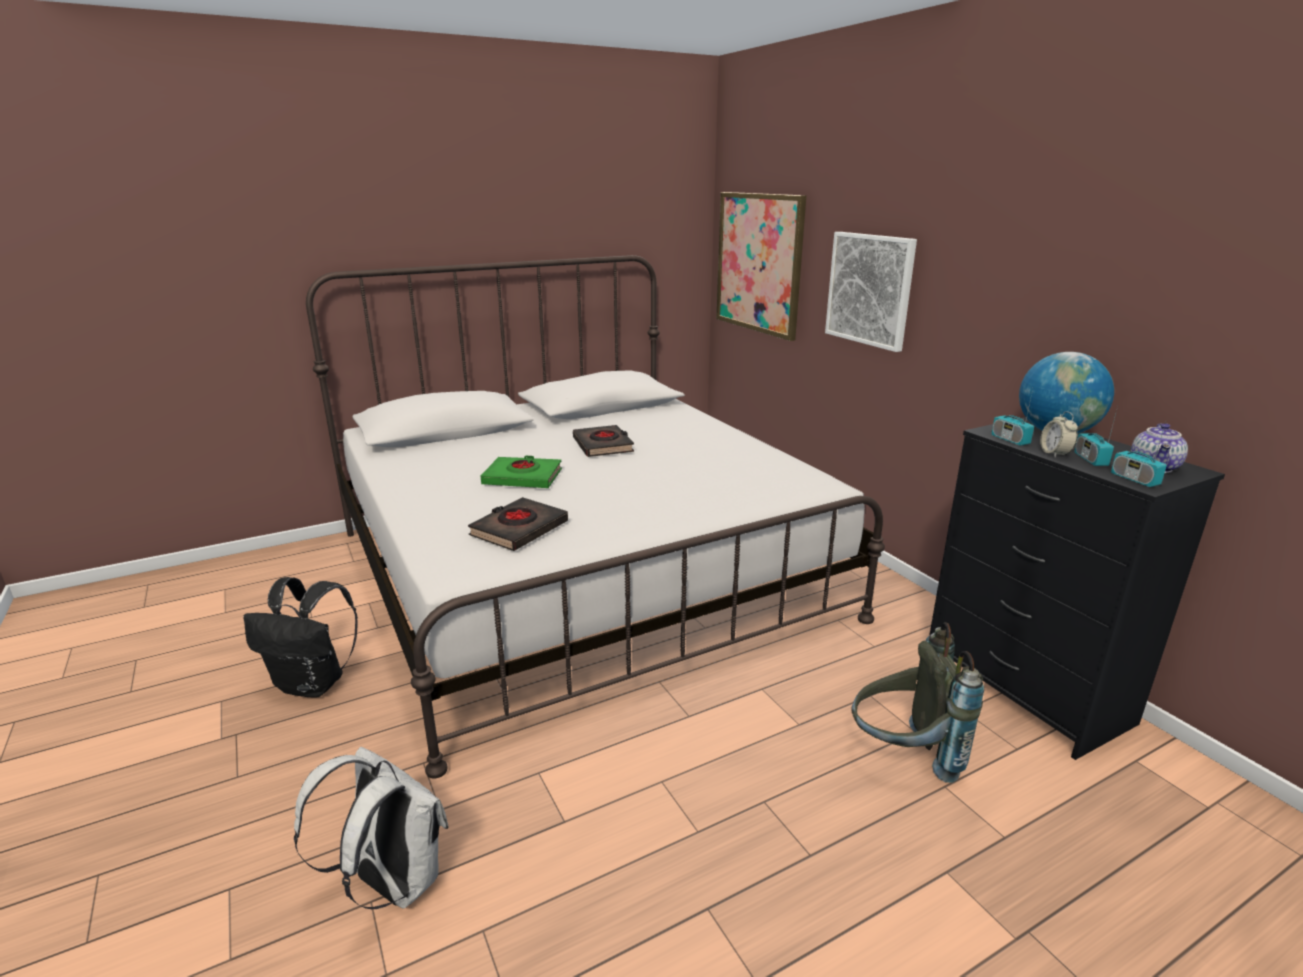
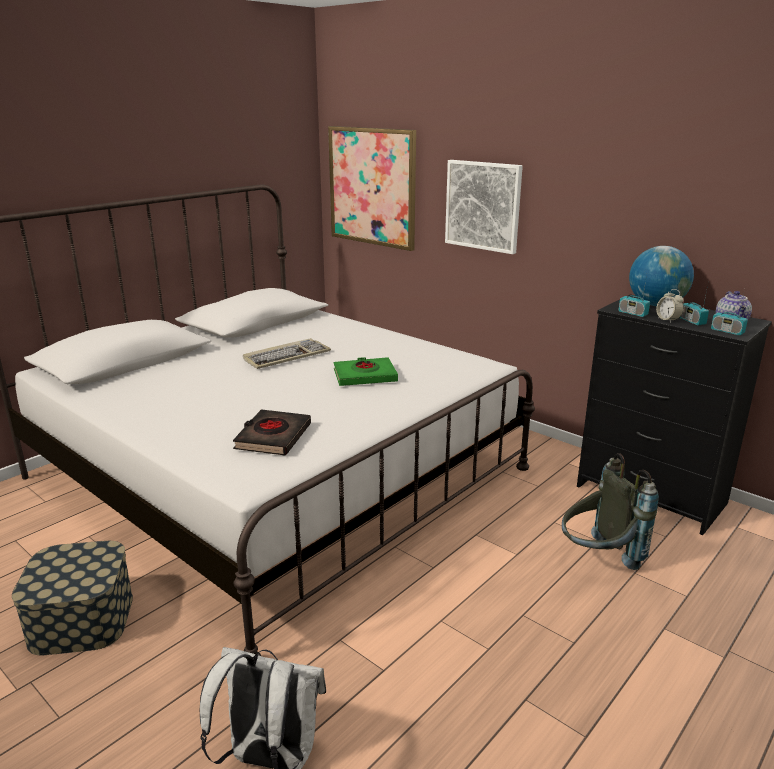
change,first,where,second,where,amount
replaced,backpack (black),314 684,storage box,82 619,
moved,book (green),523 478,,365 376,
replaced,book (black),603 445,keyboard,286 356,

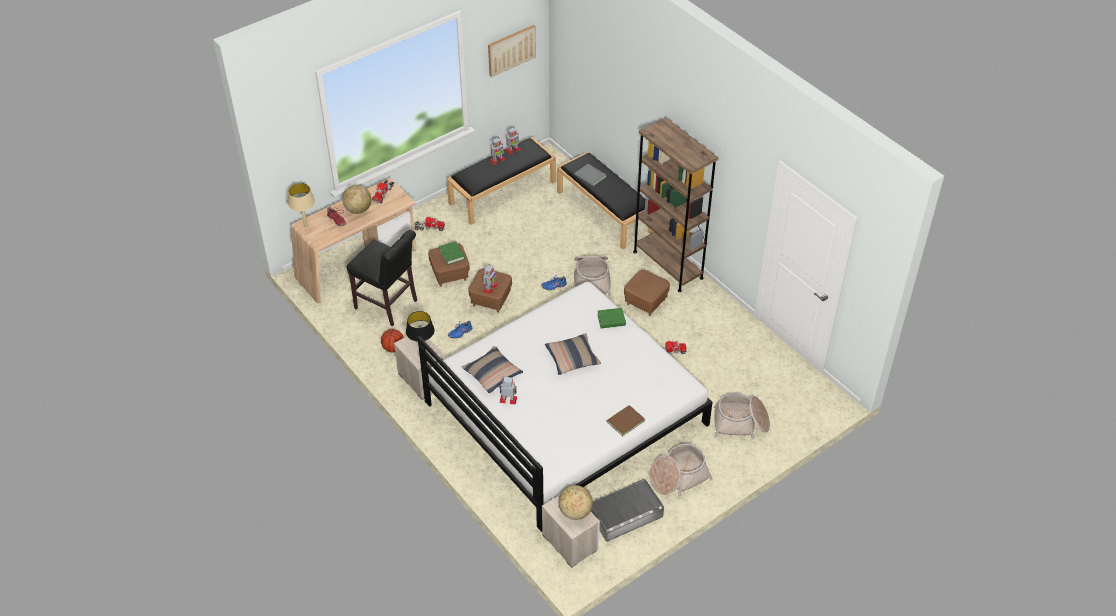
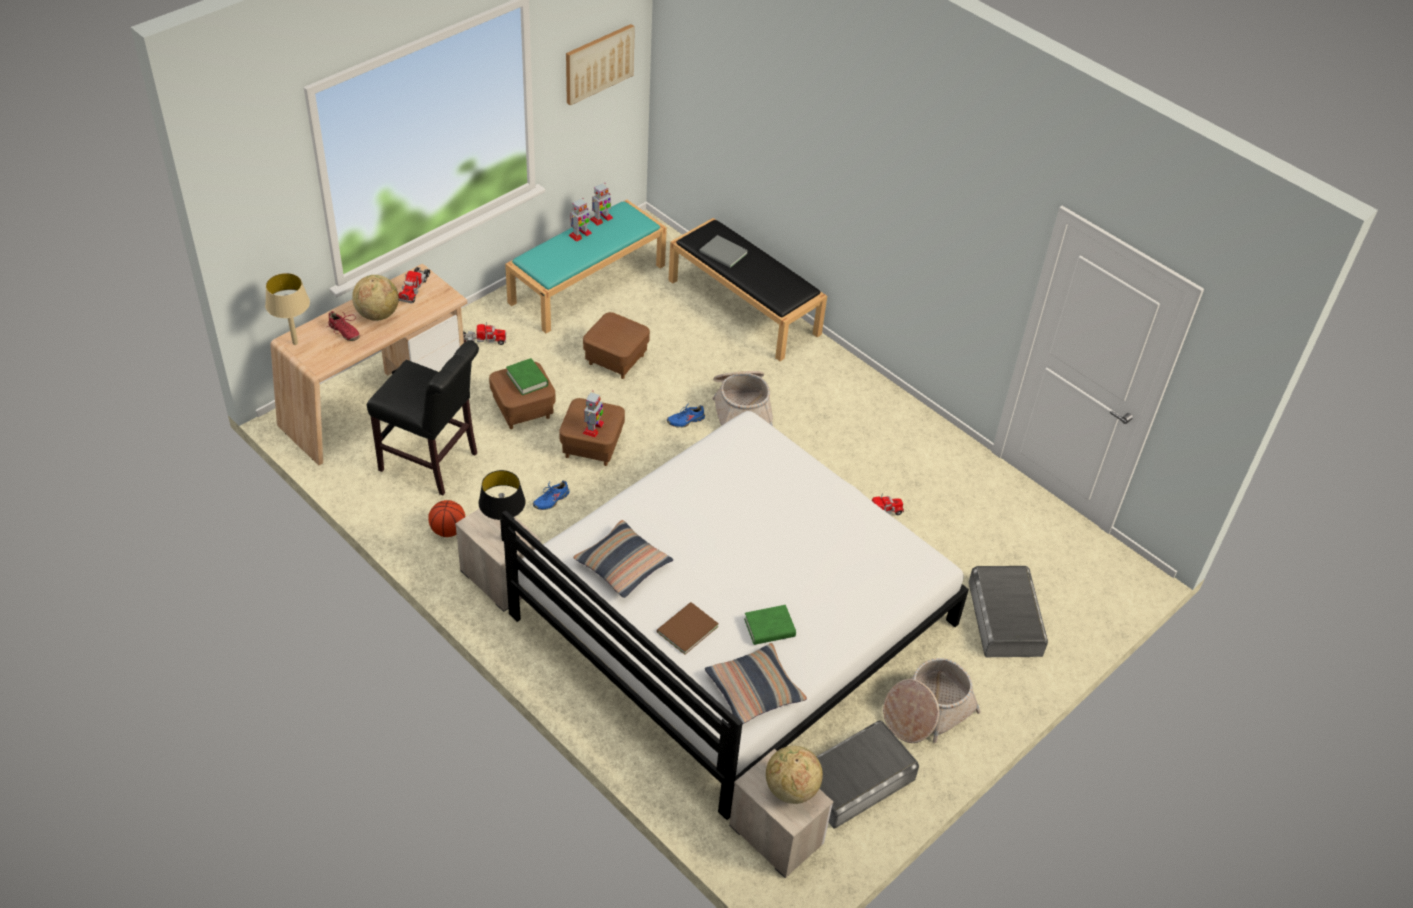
change,first,where,second,where,amount
recoloured,bench (black),503 192,bench (turquoise),587 283,
removed,toy robot,508 399,,,
moved,pillow,572 358,,754 690,
moved,book (green),611 320,,769 628,
moved,book (brown),624 421,,685 629,
moved,ottoman (brown),645 302,,616 359,
removed,bookcase (brown),668 265,,,
replaced,basket,741 423,storage box (grey),1005 618,

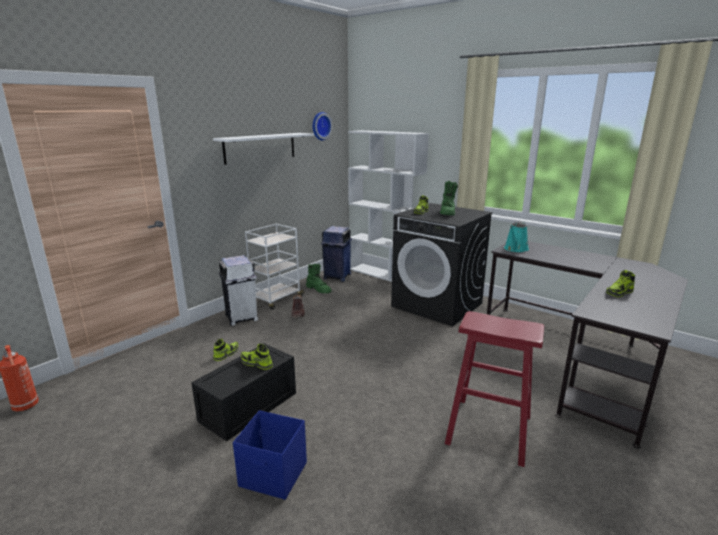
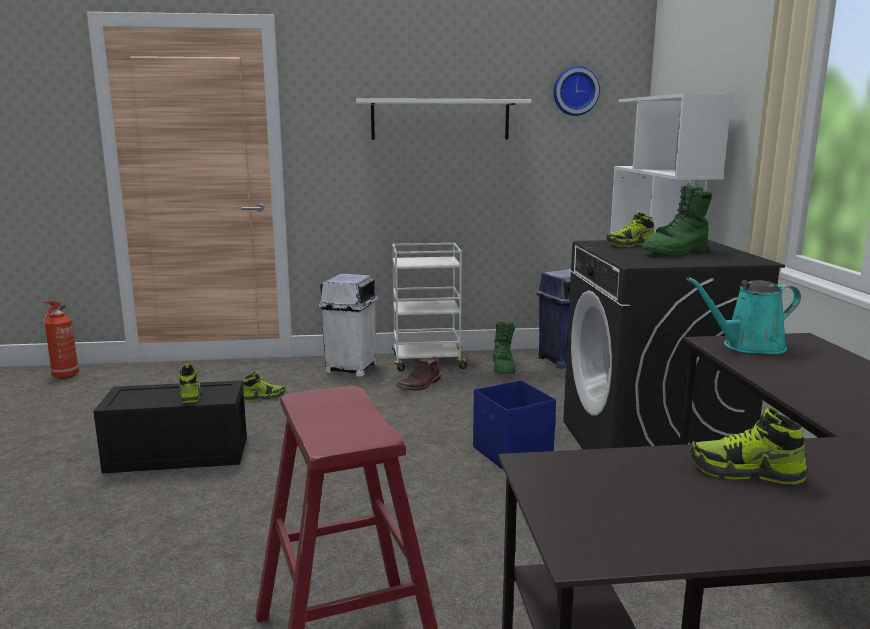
change,first,where,second,where,amount
moved,storage box (blue),274 475,,512 454,

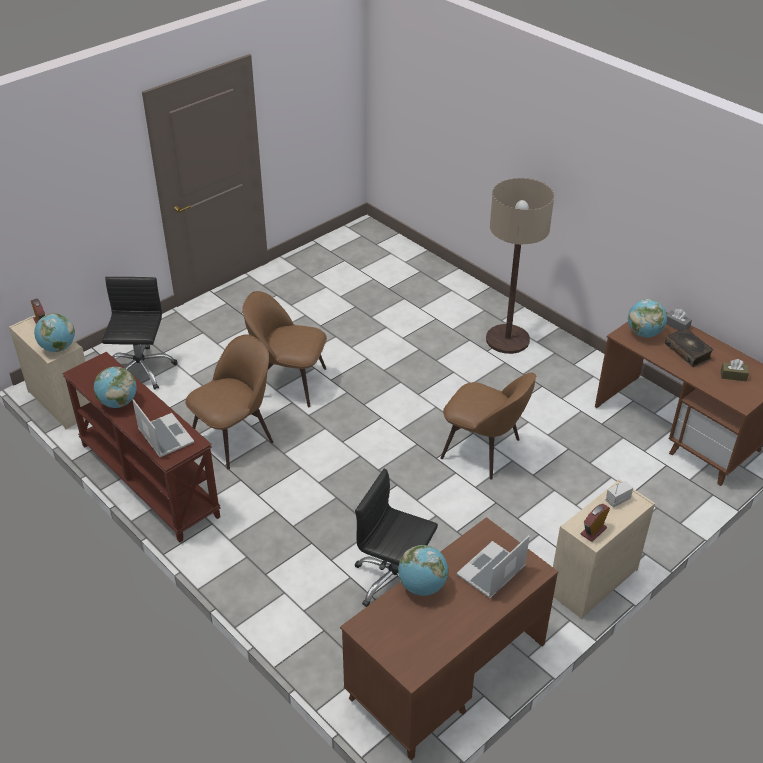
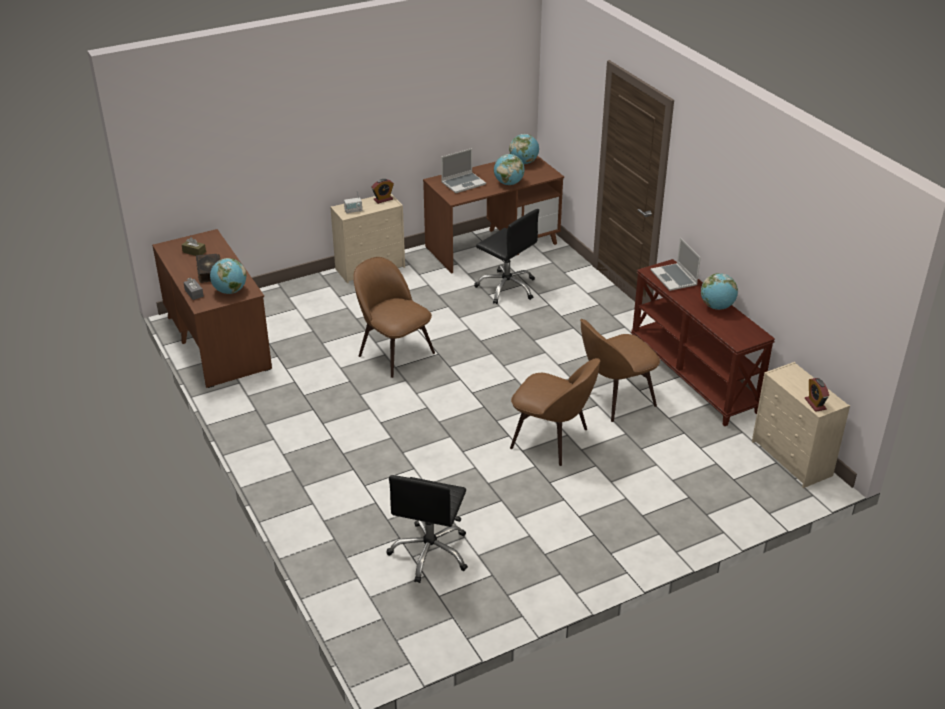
change,first,where,second,where,amount
moved,globe,58 348,,524 162,
moved,office chair (black),141 370,,430 553,
removed,floor lamp,507 339,,,

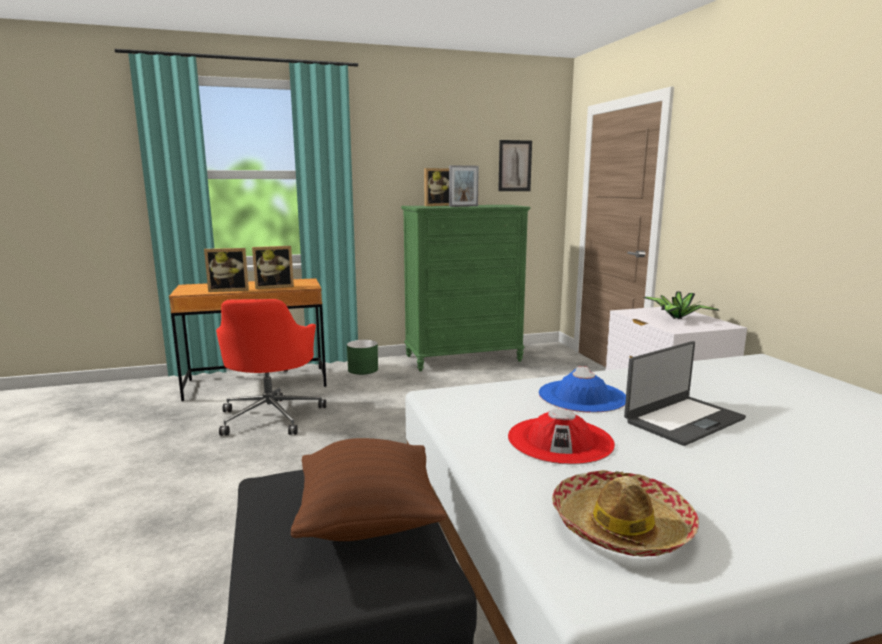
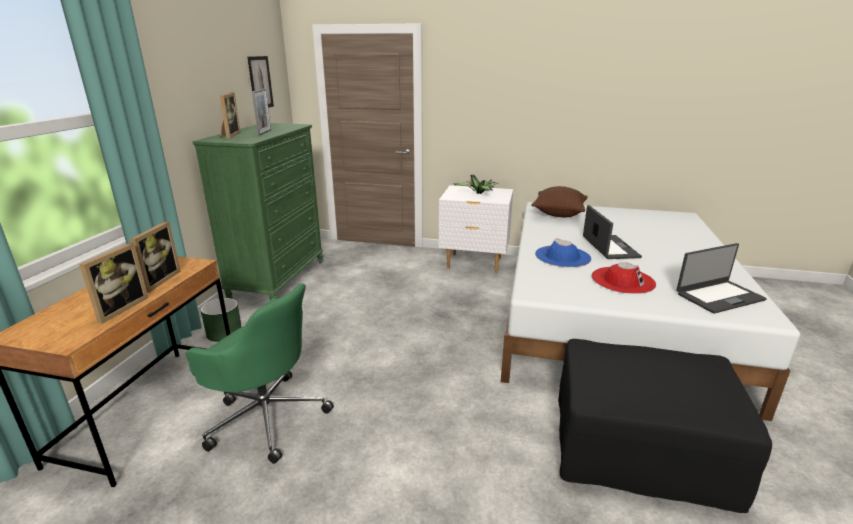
change,first,where,second,where,amount
recoloured,office chair (red),271 416,office chair (green),266 416,
moved,pillow (brown),368 520,,558 214,
replaced,hat,621 527,laptop,719 296,

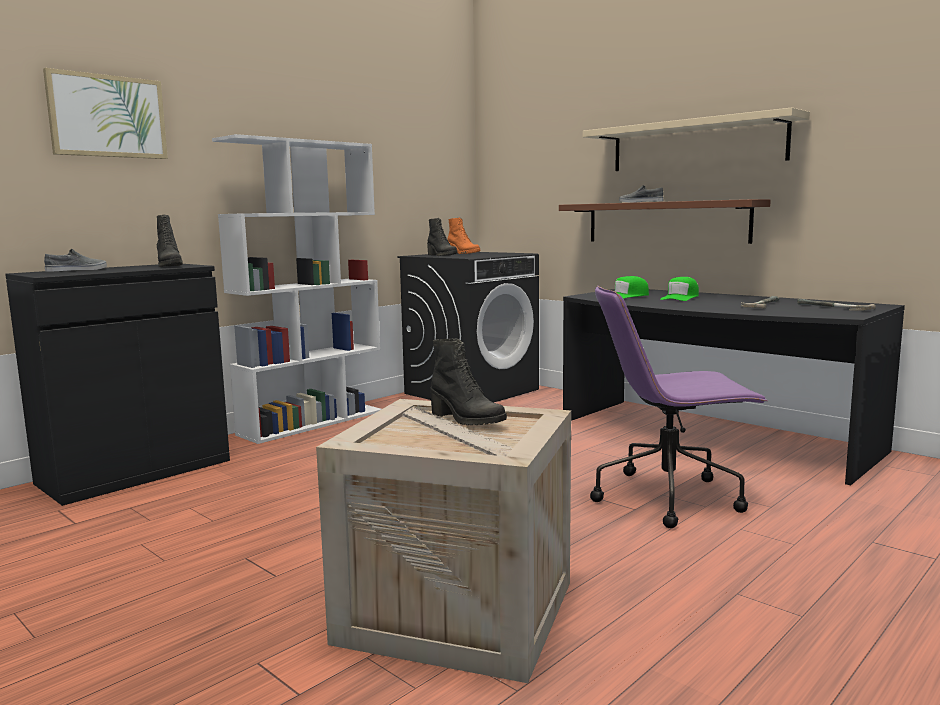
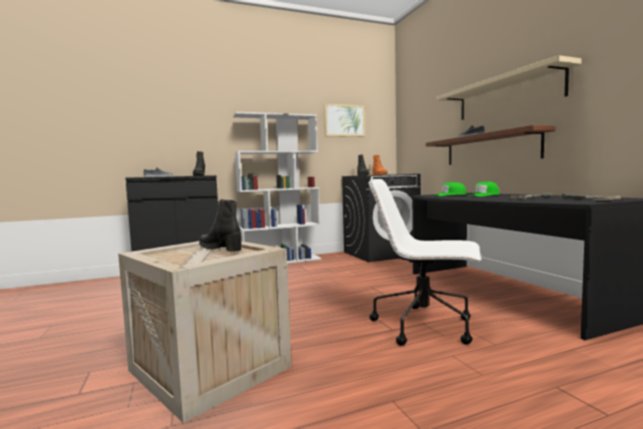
change,first,where,second,where,amount
moved,picture,107 116,,344 120,
turned,boot (black),466 419,,220 248,150 degrees clockwise
recoloured,office chair (purple),669 497,office chair (white),425 326,

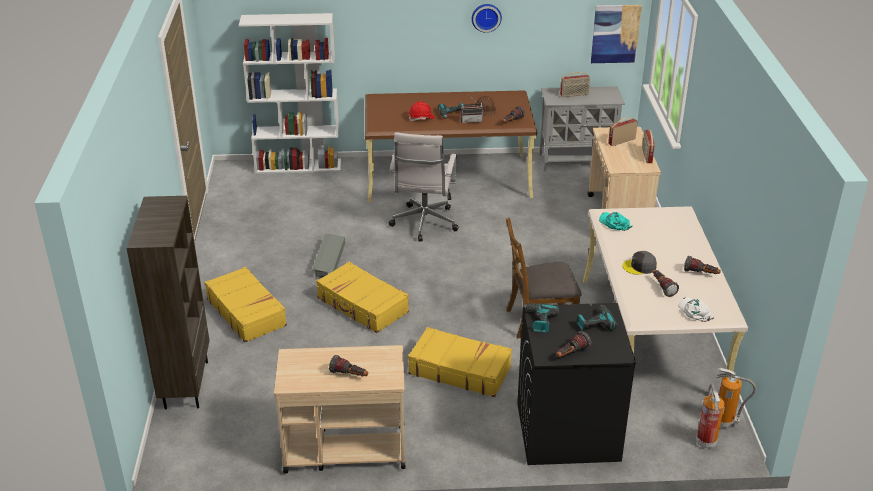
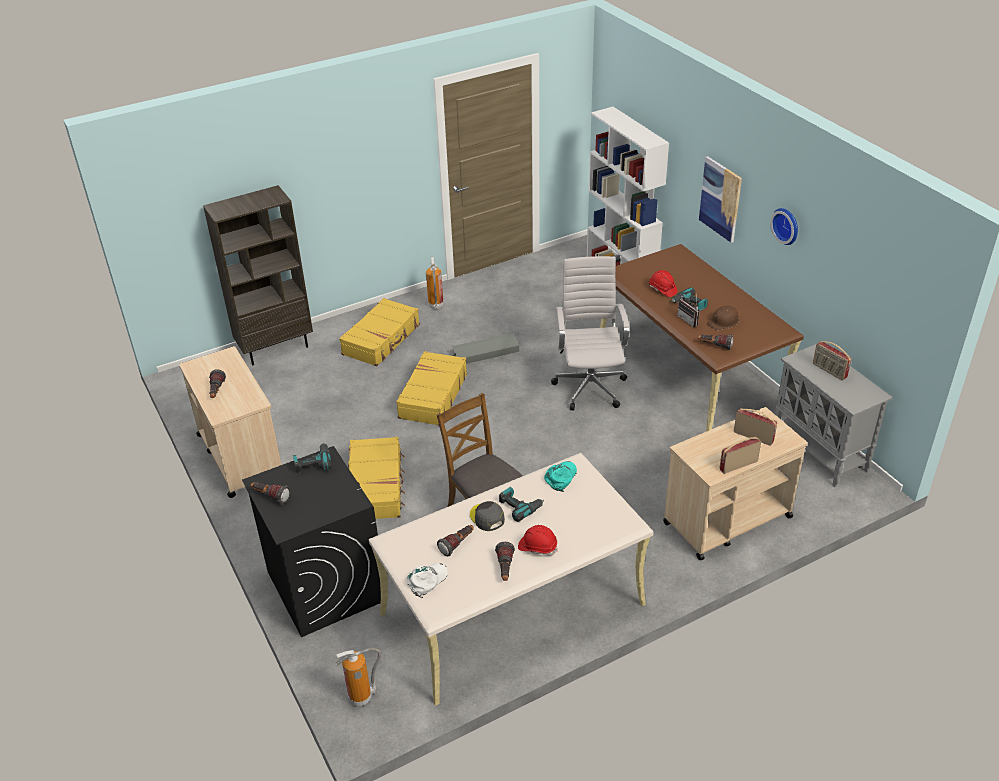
change,first,where,second,where,amount
turned,office chair (white),424 224,,590 386,105 degrees clockwise
moved,power drill,595 323,,520 506,
moved,picture,615 33,,720 199,
moved,fire extinguisher,724 422,,436 306,
added,,,hard hat (red),537 547,

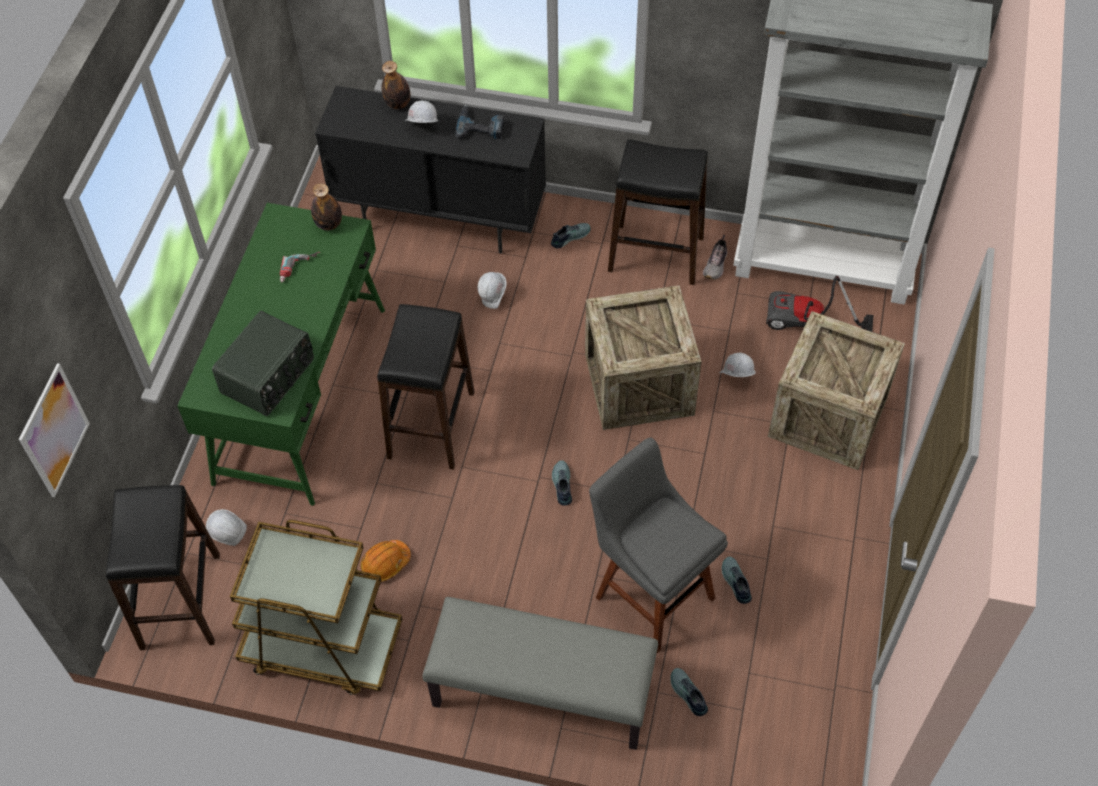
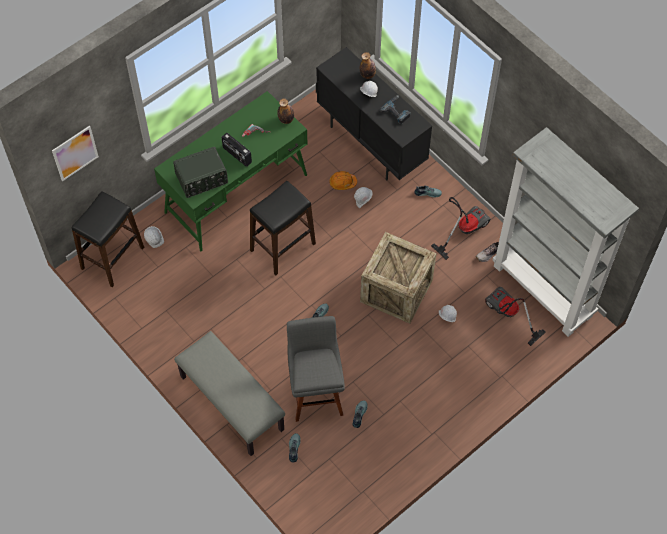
change,first,where,second,where,amount
removed,cart (brown),322 646,,,
moved,hard hat (orange),385 564,,342 183,
replaced,stool (black),656 254,vacuum cleaner,463 229,
removed,crate,828 417,,,
added,,,radio,237 155,

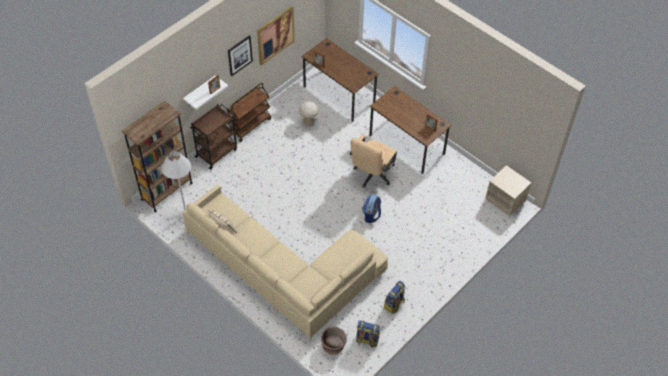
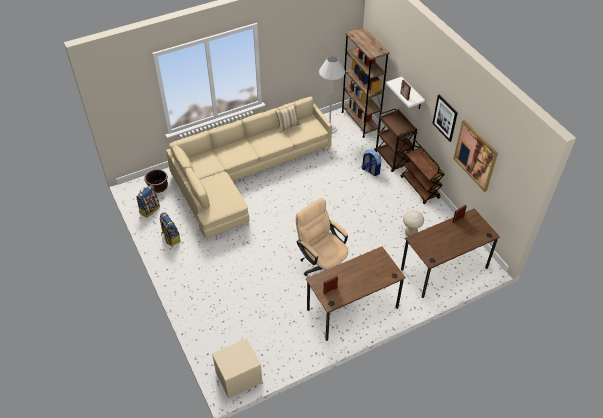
change,first,where,second,where,amount
moved,backpack,371 215,,370 171,

